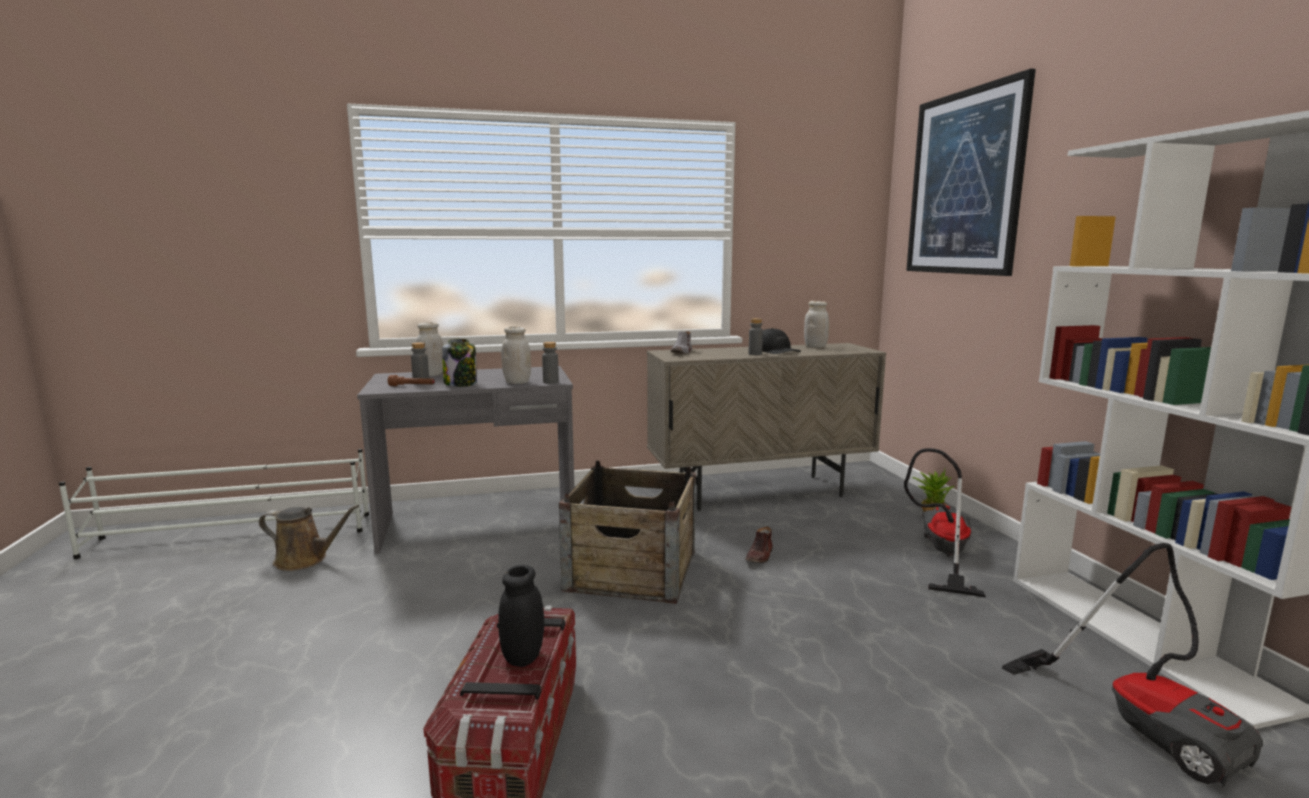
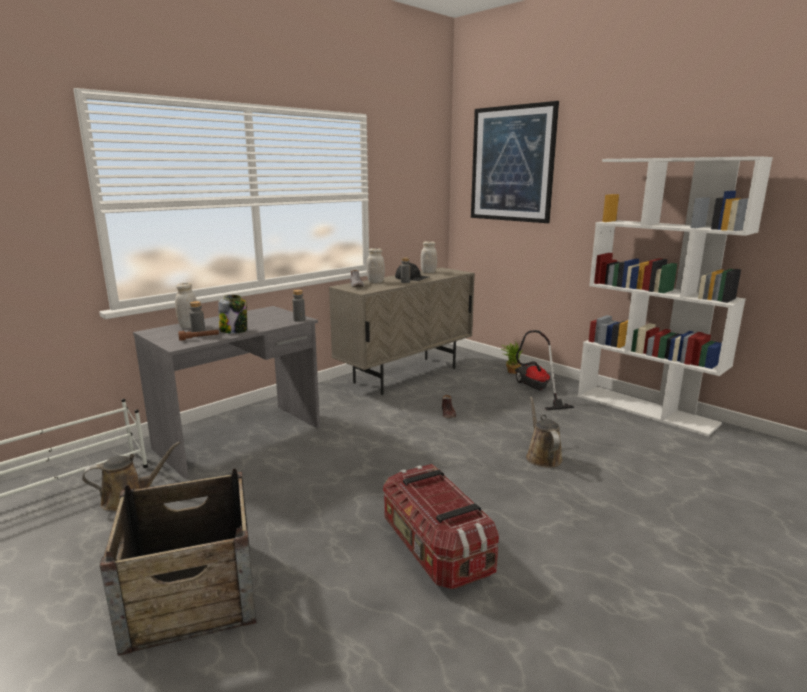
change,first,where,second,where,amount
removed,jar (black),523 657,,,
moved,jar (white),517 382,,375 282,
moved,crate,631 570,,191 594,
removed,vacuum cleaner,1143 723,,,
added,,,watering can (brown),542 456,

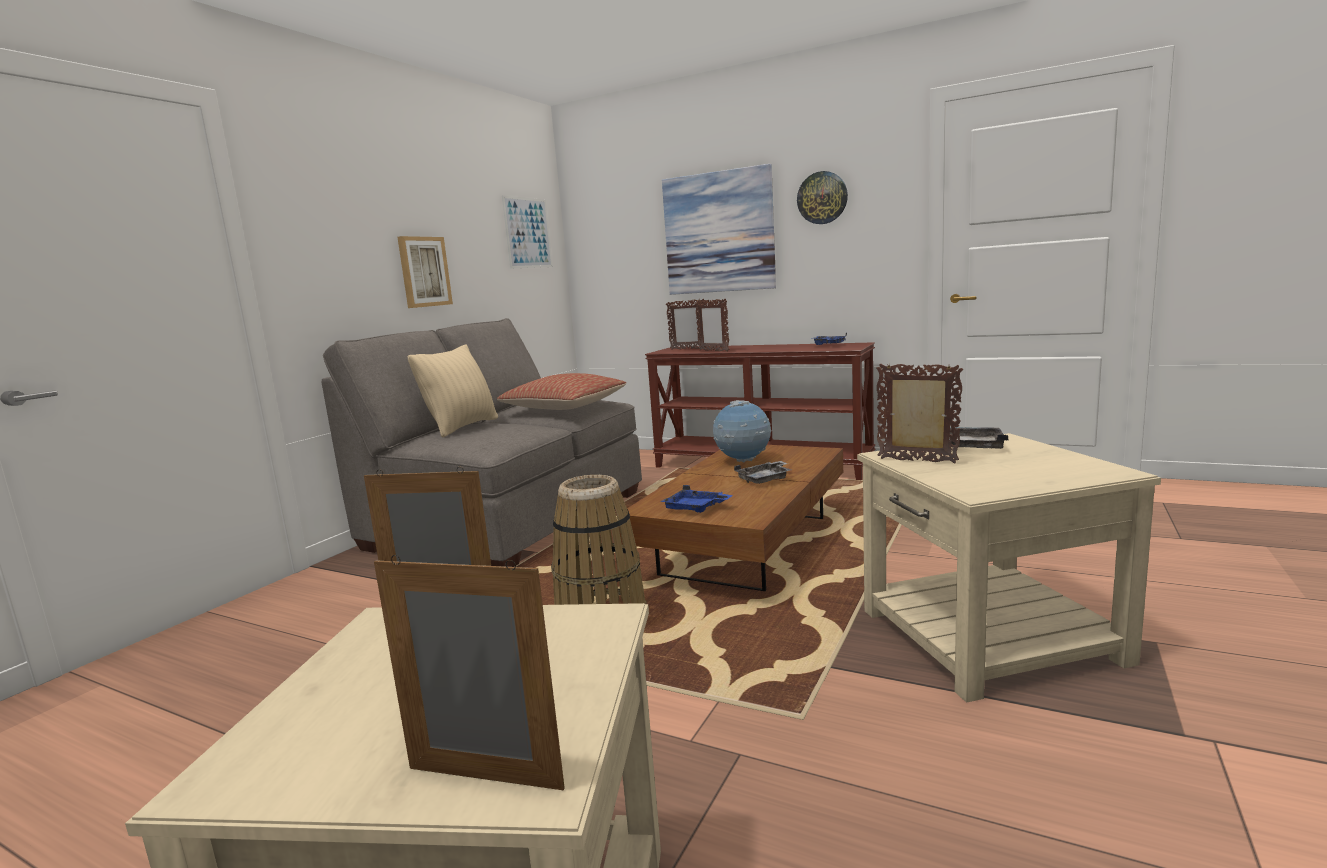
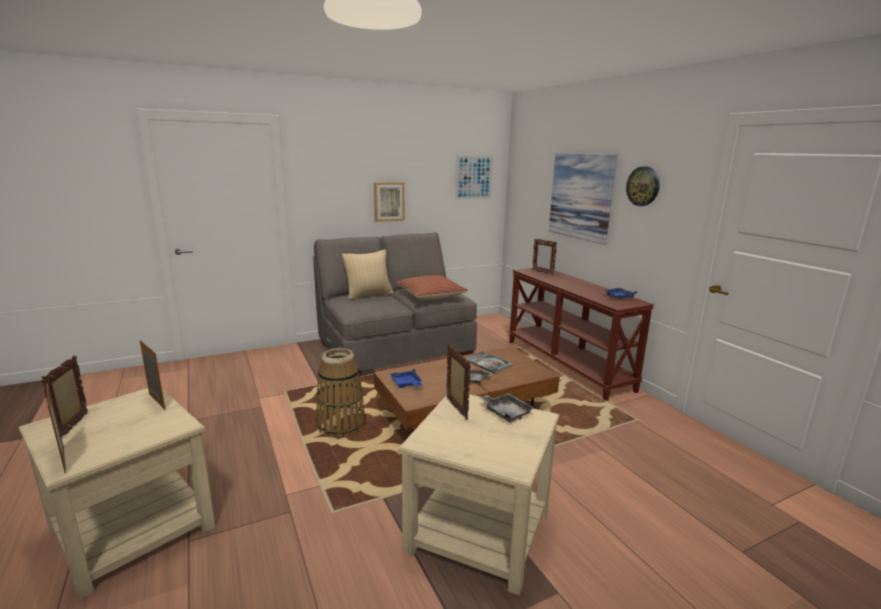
change,first,where,second,where,amount
moved,picture frame,713 351,,74 426,
replaced,globe,743 461,book,488 363,

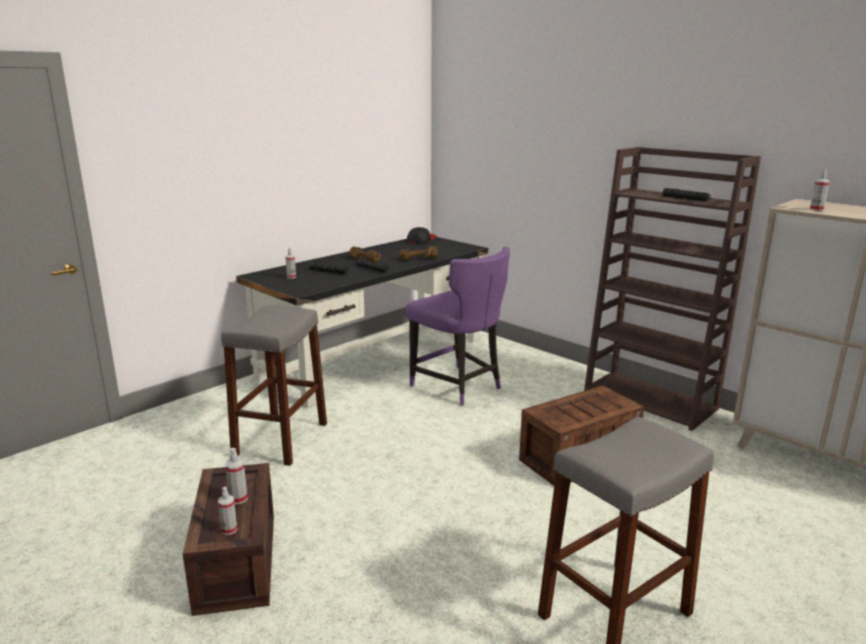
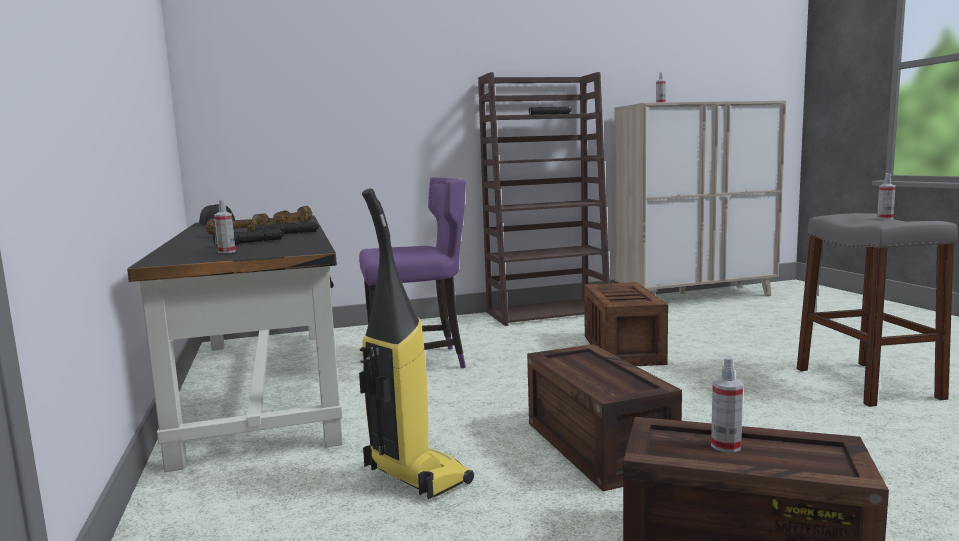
change,first,where,second,where,amount
moved,spray bottle,229 530,,885 218,
replaced,stool (grey),281 439,vacuum cleaner,415 475,
added,,,crate,601 447,

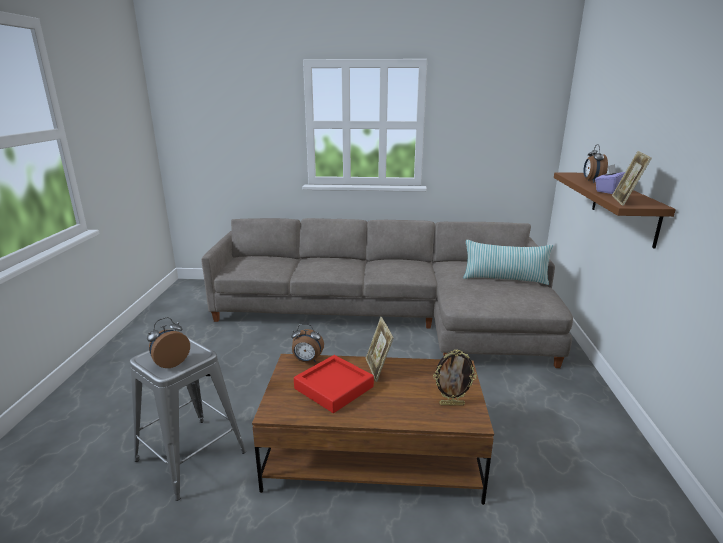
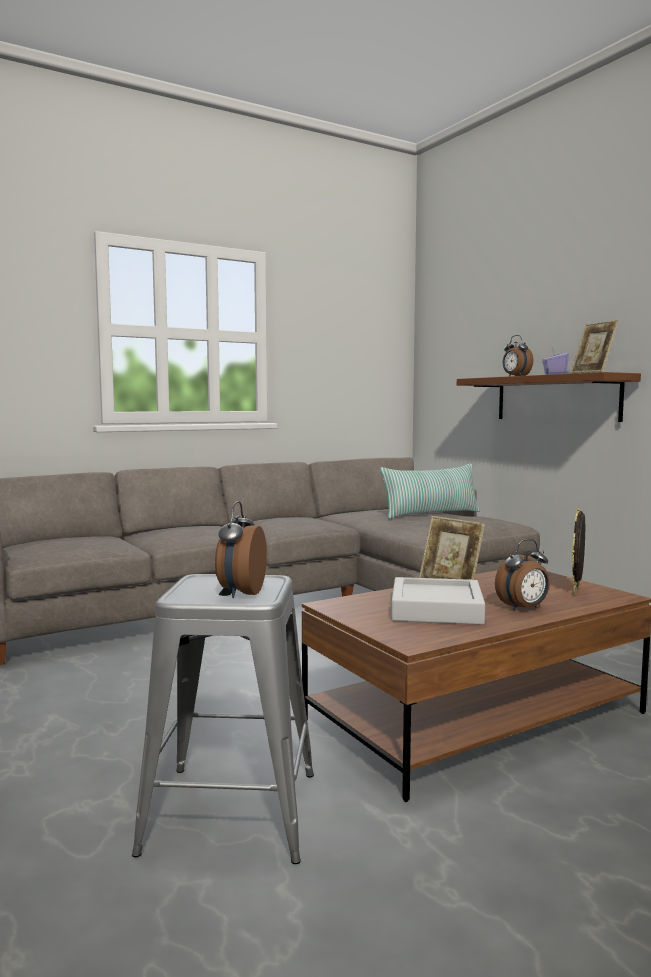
change,first,where,second,where,amount
moved,alarm clock,307 361,,523 608,
recoloured,tray (red),334 387,tray (grey),436 610,
turned,picture frame,452 404,,576 592,150 degrees clockwise

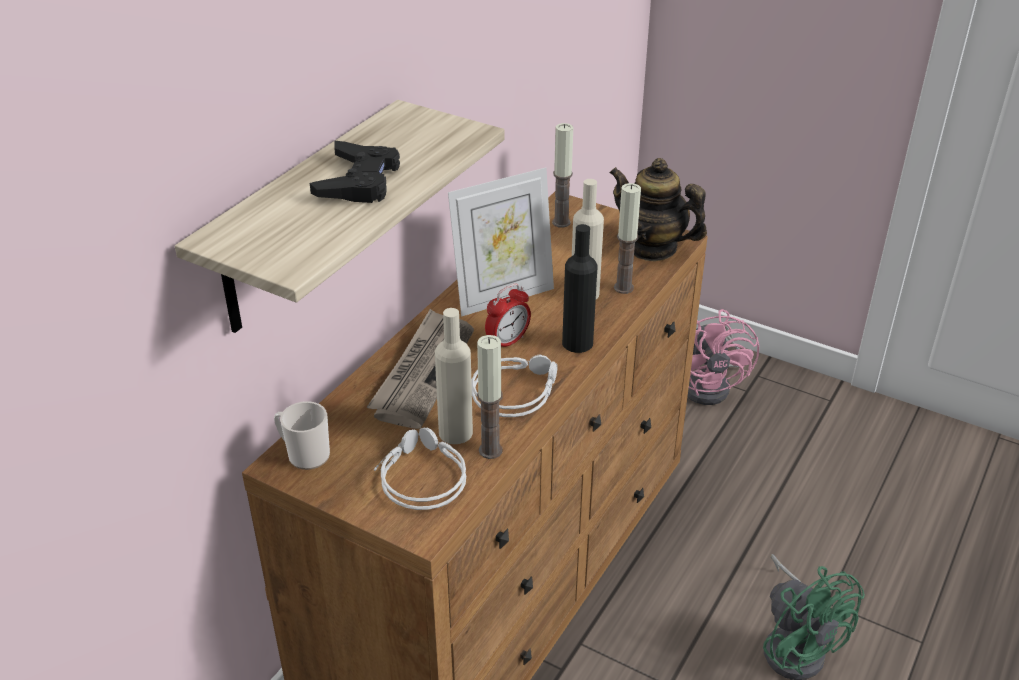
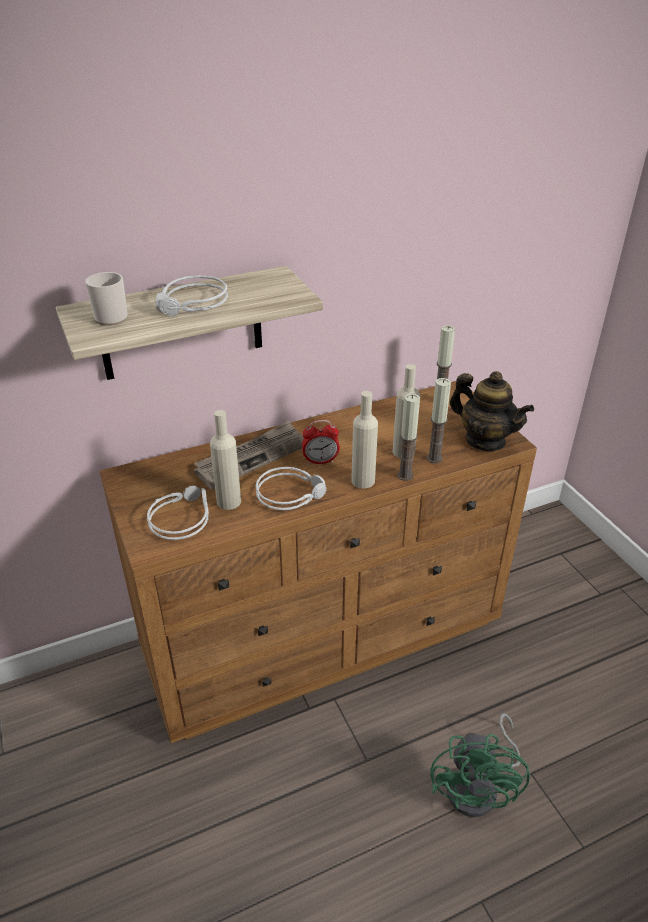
change,first,where,second,where,amount
moved,mug,304 454,,109 316,
replaced,game controller (black),359 181,headphones (grey),192 304,
removed,picture frame,503 296,,,
moved,candle,490 450,,405 475,
recoloured,bottle (black),577 343,bottle (beige),363 481,
turned,teapot,652 248,,485 440,150 degrees clockwise
removed,fan (pink),712 386,,,

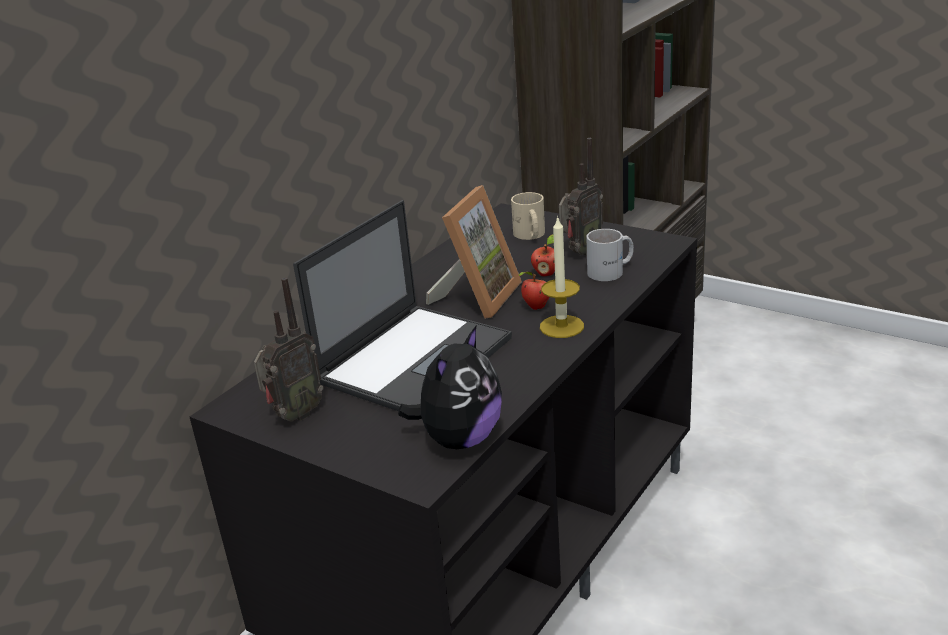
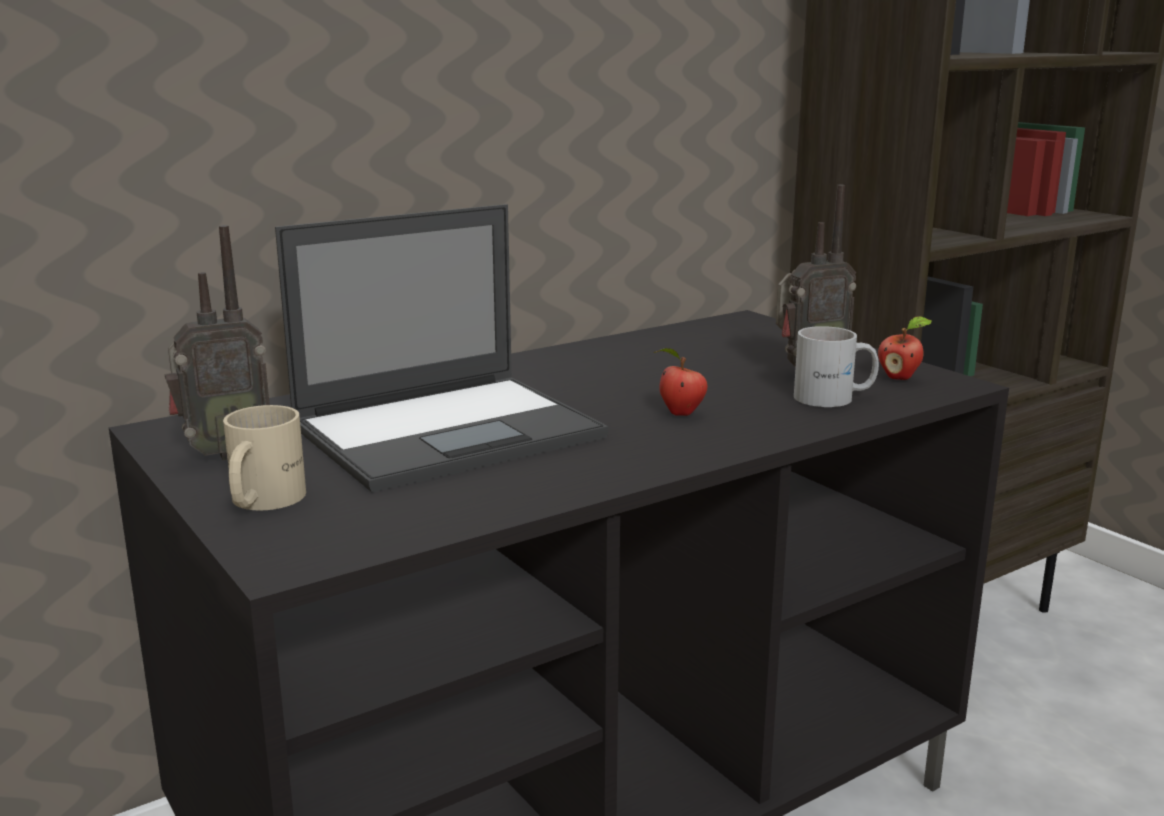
change,first,where,second,where,amount
removed,plush toy,460 439,,,
removed,picture frame,477 297,,,
moved,mug (beige),529 235,,259 501,
moved,apple,546 273,,900 377,
removed,candle,561 326,,,

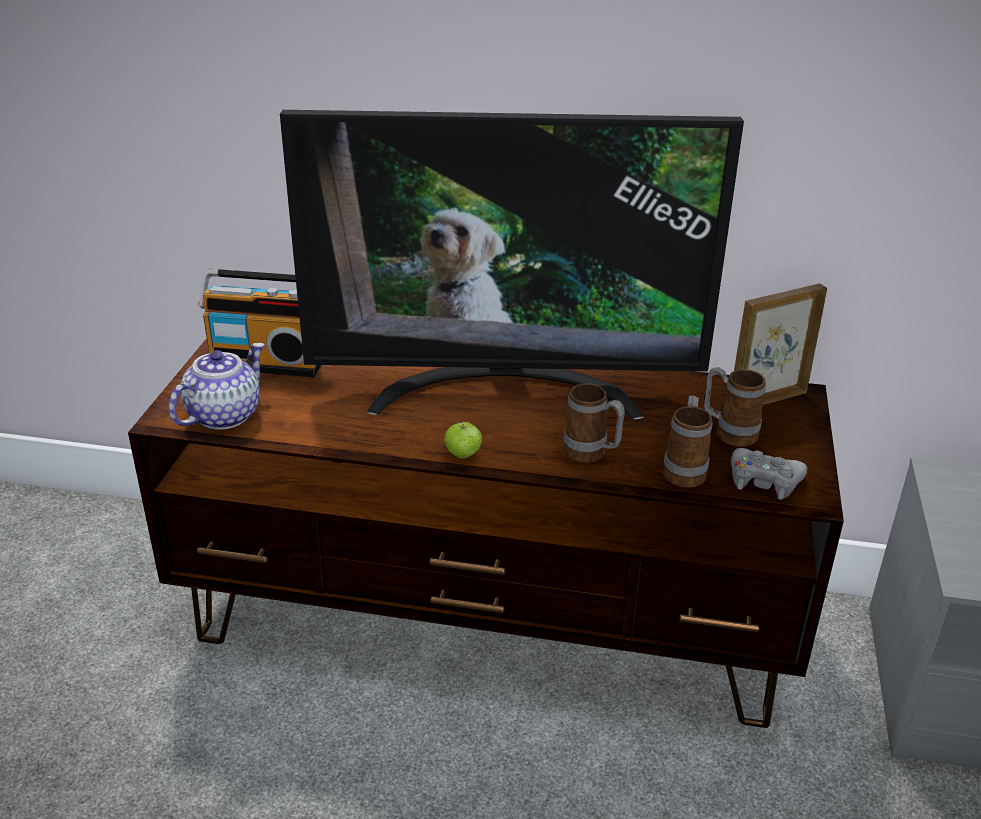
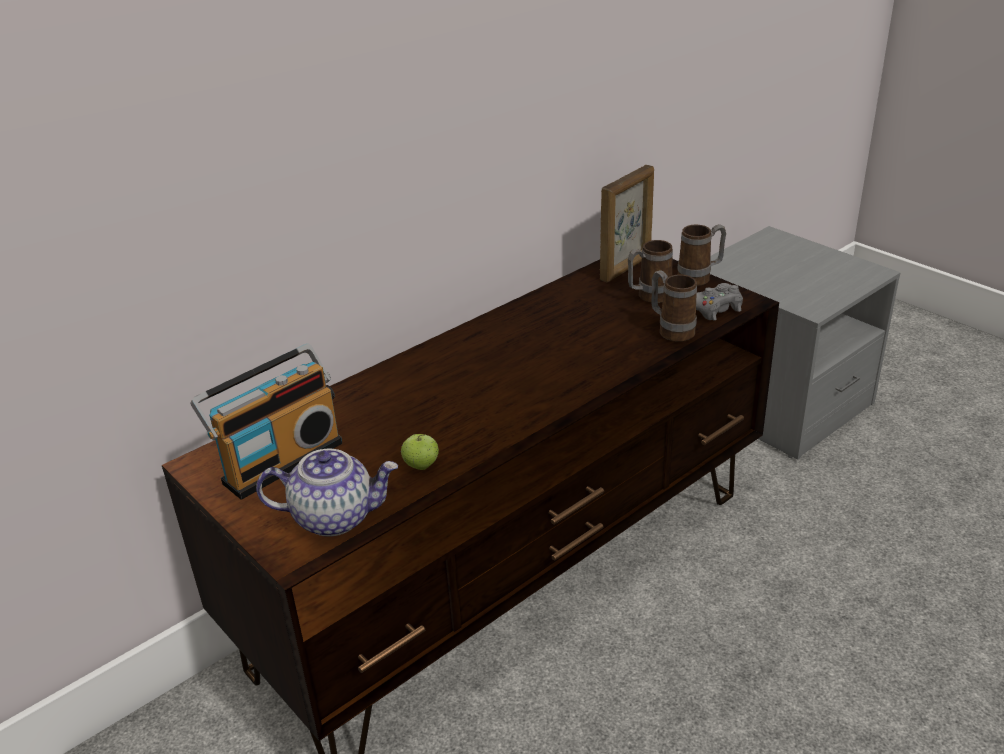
change,first,where,second,where,amount
turned,teapot,223 415,,335 516,105 degrees clockwise
removed,television,505 390,,,
moved,apple,463 454,,421 465,
moved,mug,591 455,,700 278,
turned,picture frame,766 399,,626 268,150 degrees counterclockwise

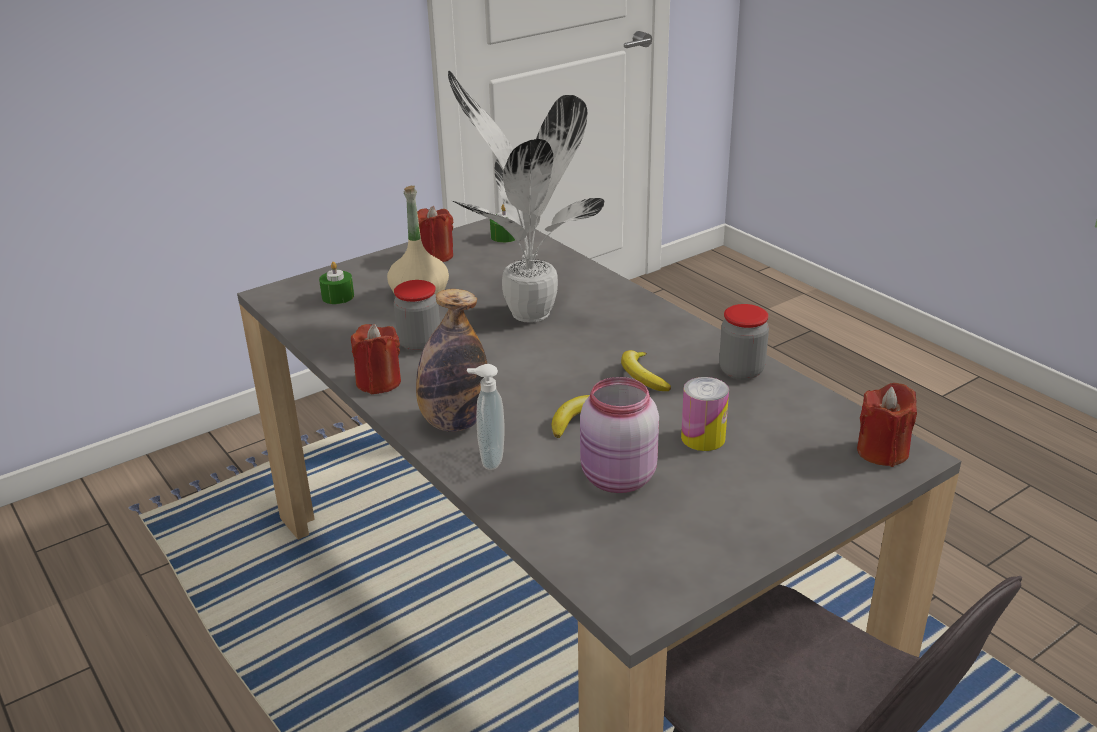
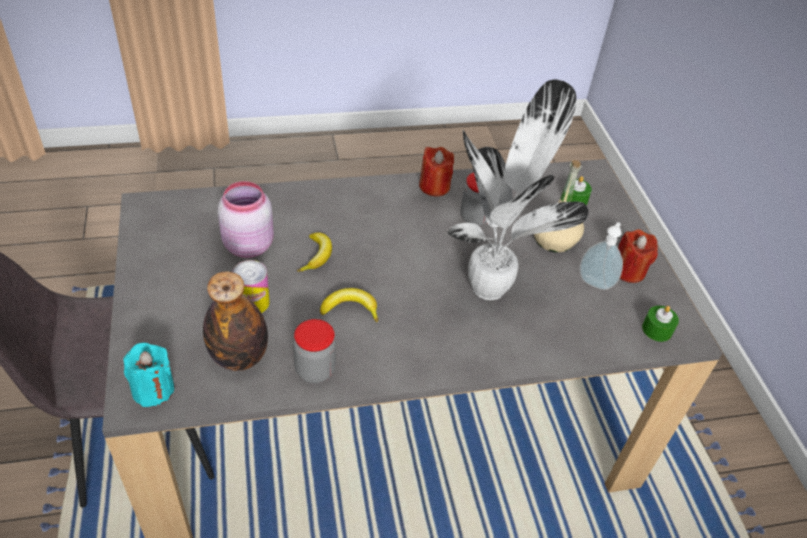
change,first,where,second,where,amount
moved,bottle,454 423,,239 357,
moved,soap dispenser,489 459,,595 282,
recoloured,candle (red),882 451,candle (turquoise),153 389,

